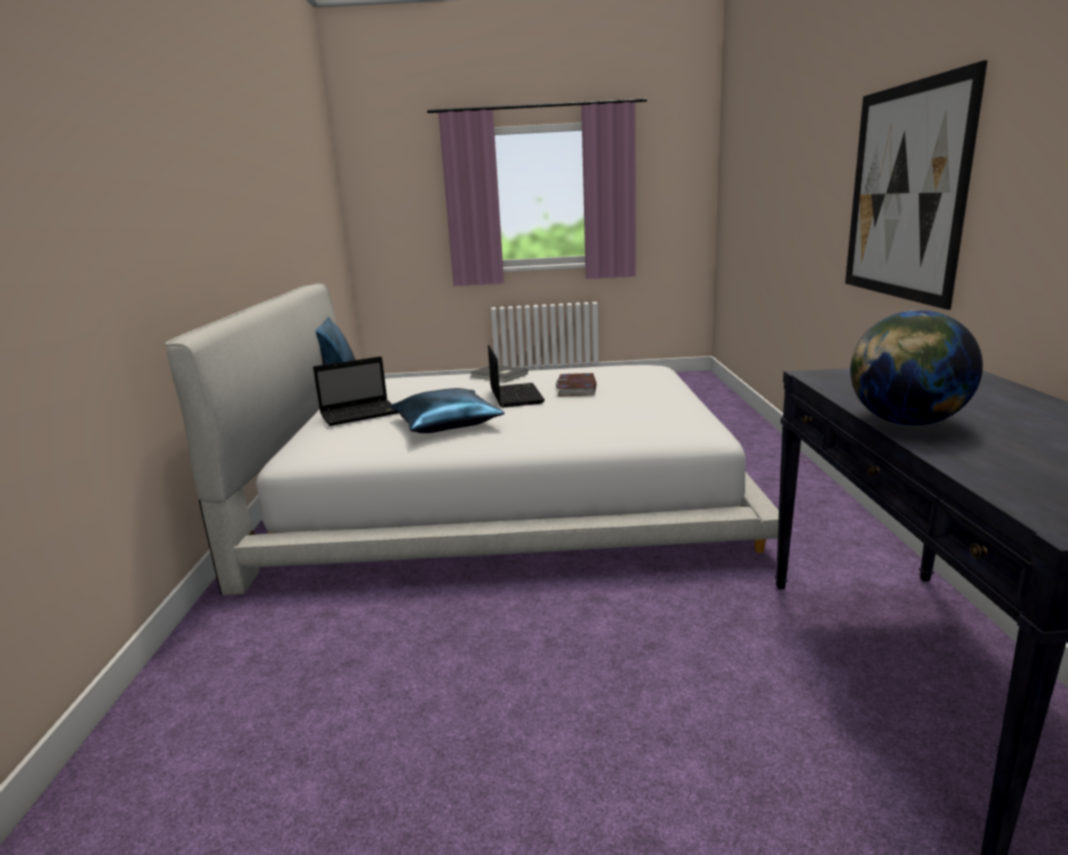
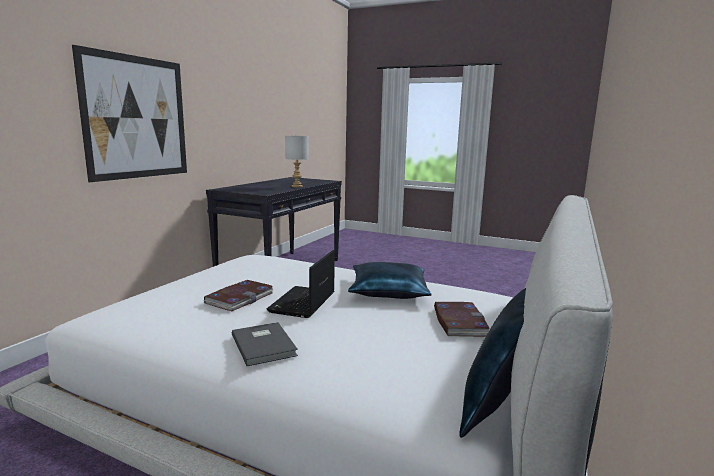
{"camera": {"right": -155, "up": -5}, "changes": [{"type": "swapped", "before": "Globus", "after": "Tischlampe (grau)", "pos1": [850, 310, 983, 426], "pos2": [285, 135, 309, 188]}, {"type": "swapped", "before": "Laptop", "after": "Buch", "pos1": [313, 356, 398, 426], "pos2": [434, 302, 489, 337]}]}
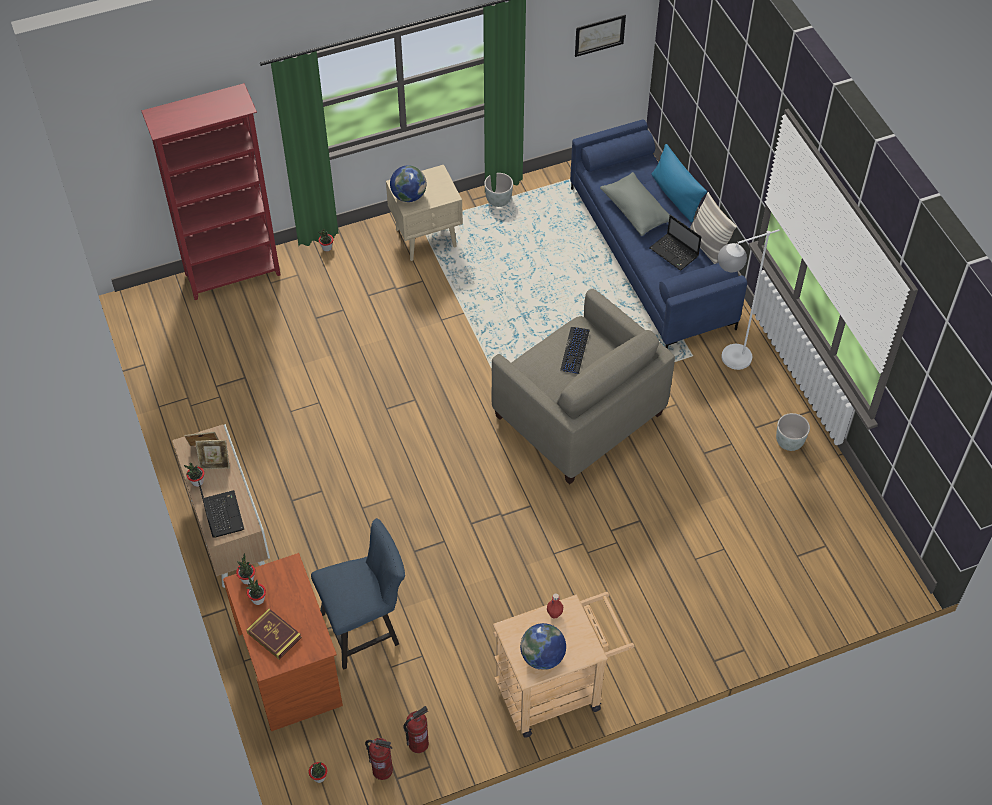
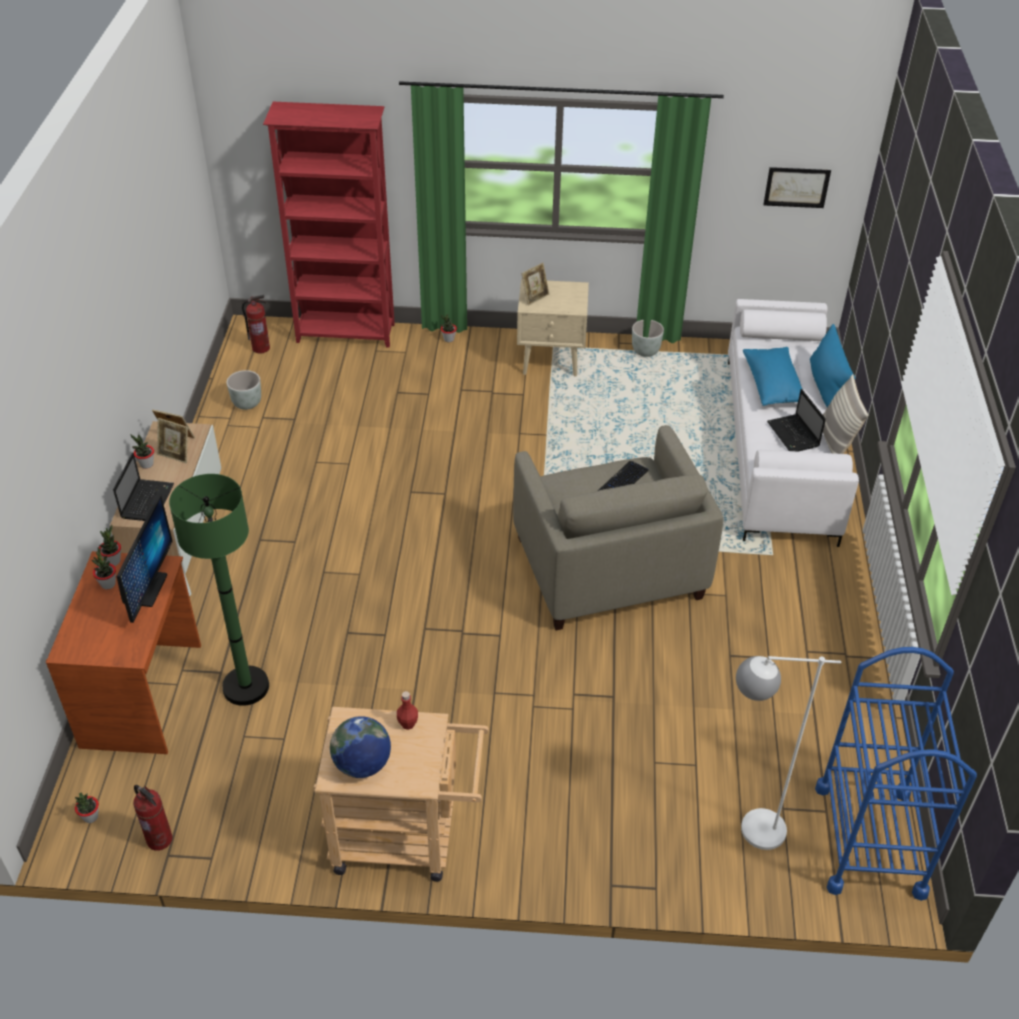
{"camera": {"right": 25, "up": -10}, "changes": [{"type": "repainted", "before": "Sofa (blau)", "after": "Sofa (weiß)", "pos1": [570, 119, 747, 349], "pos2": [728, 299, 859, 547]}, {"type": "swapped", "before": "Globus", "after": "Bilderrahmen", "pos1": [390, 165, 426, 202], "pos2": [521, 263, 549, 306]}, {"type": "repainted", "before": "Kissen (grau)", "after": "Kissen (blau)", "pos1": [600, 172, 670, 236], "pos2": [743, 347, 803, 406]}, {"type": "shifted", "before": "Stehlampe (weiß)", "pos1": [718, 229, 780, 370], "pos2": [736, 656, 841, 850]}, {"type": "shifted", "before": "Pflanzkübel (grau)", "pos1": [776, 413, 810, 451], "pos2": [226, 370, 261, 410]}, {"type": "swapped", "before": "Stuhl (blau)", "after": "Stehlampe (grün)", "pos1": [311, 518, 405, 670], "pos2": [169, 474, 269, 706]}, {"type": "gone", "before": "Buch", "pos1": [246, 609, 302, 659]}, {"type": "shifted", "before": "Feuerlöscher", "pos1": [404, 706, 429, 753], "pos2": [242, 295, 270, 354]}, {"type": "new", "after": "Monitor", "pos2": [117, 495, 173, 623]}, {"type": "new", "after": "Rollwagen (blau)", "pos2": [815, 647, 977, 901]}]}
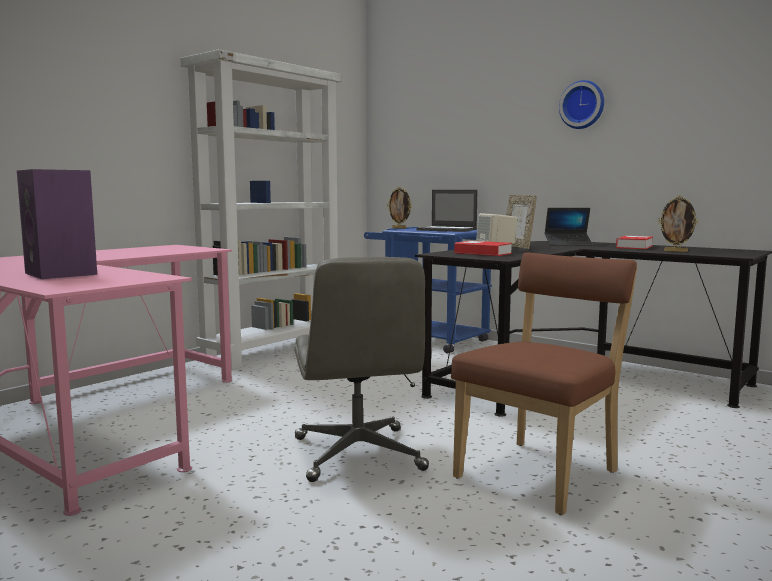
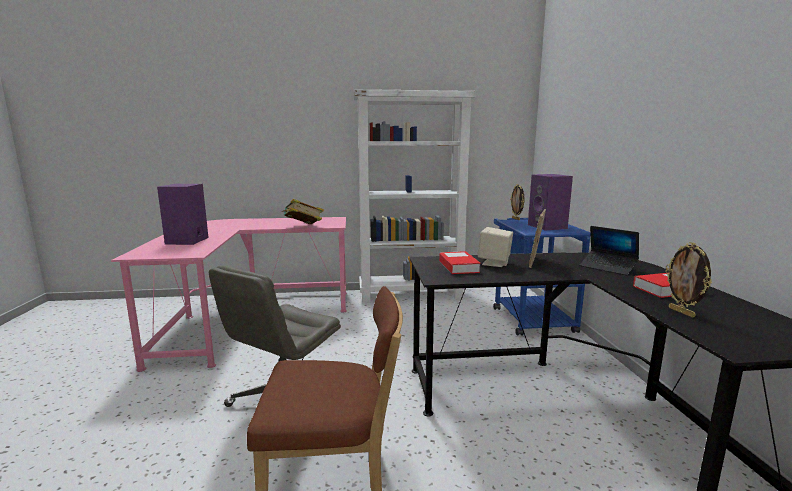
{"camera": {"right": 45, "up": 5}, "changes": [{"type": "gone", "before": "Wanduhr", "pos1": [559, 80, 604, 129]}, {"type": "swapped", "before": "Laptop", "after": "Lautsprecher (lila)", "pos1": [416, 190, 478, 232], "pos2": [528, 174, 573, 231]}, {"type": "new", "after": "Buch", "pos2": [282, 199, 324, 224]}]}
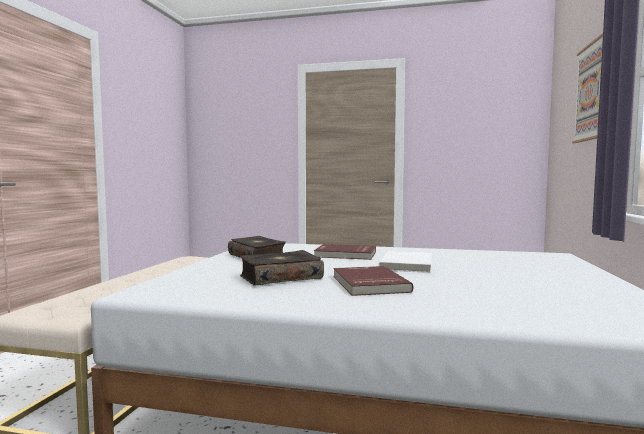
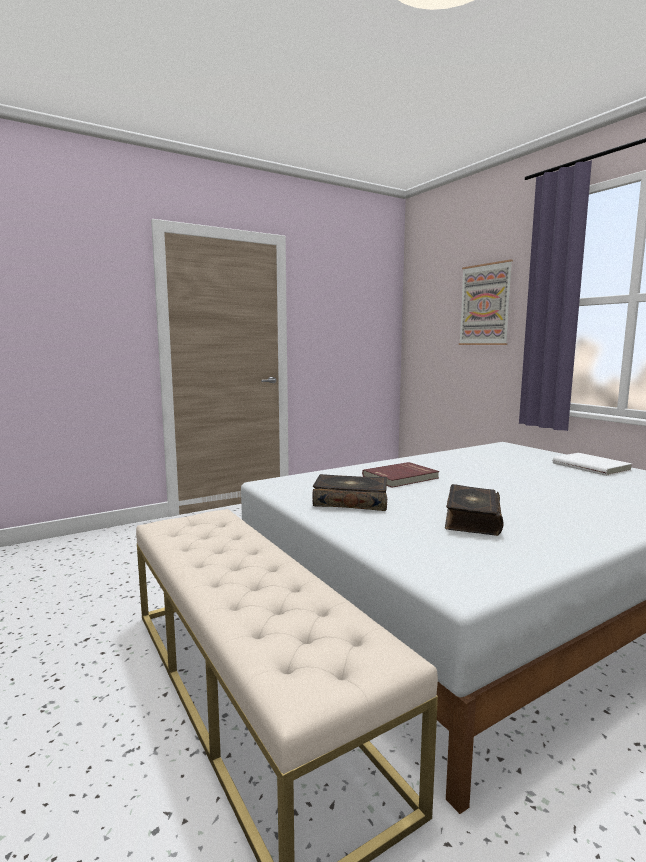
{"camera": {"right": -45, "up": 5}, "changes": [{"type": "shifted", "before": "Buch (weiß)", "pos1": [378, 251, 432, 273], "pos2": [553, 453, 632, 476]}, {"type": "gone", "before": "Buch (rot)", "pos1": [333, 266, 413, 296]}]}
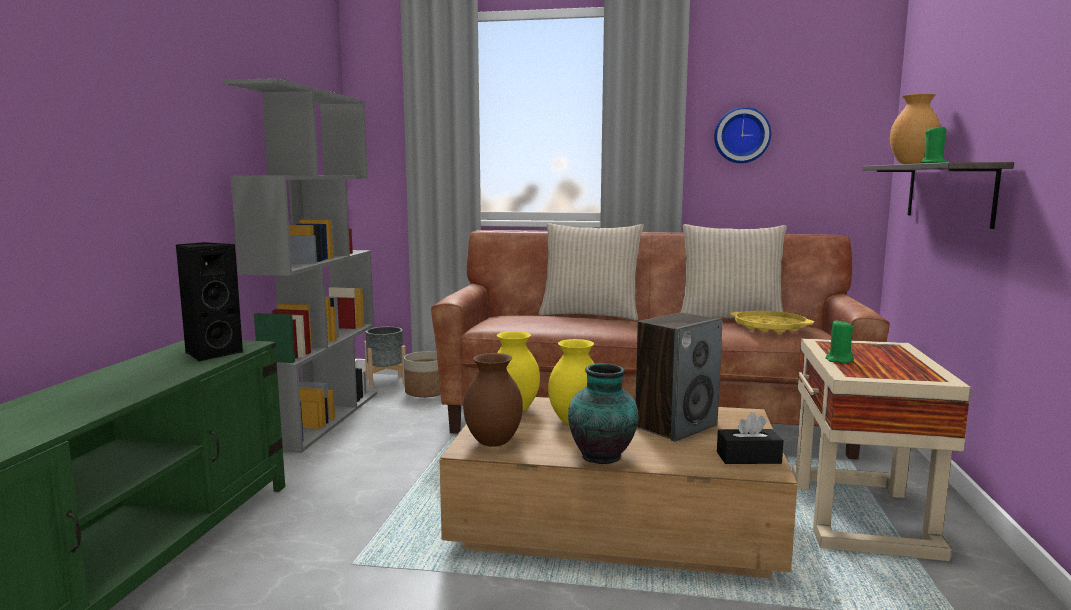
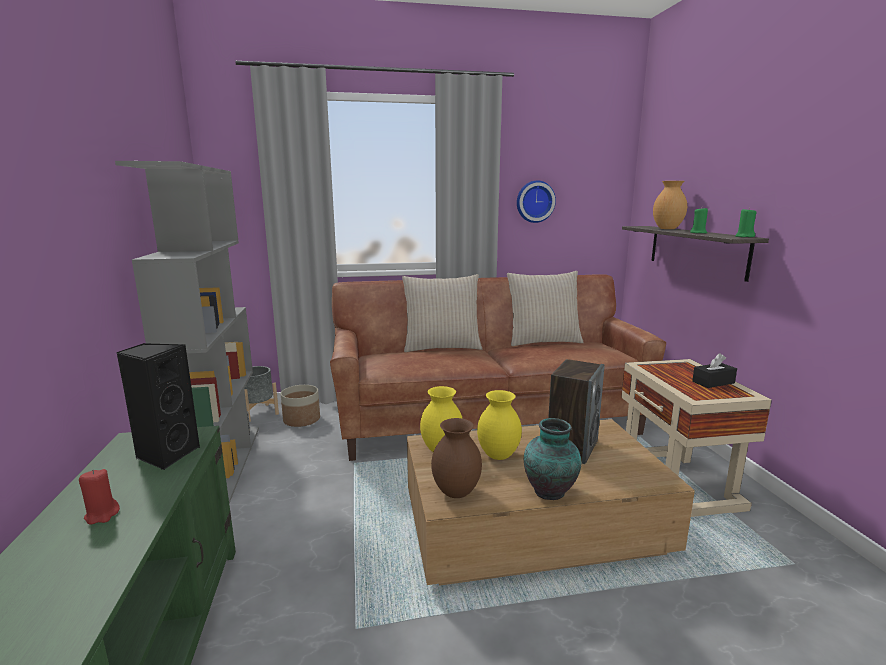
{"camera": {"right": -20, "up": 5}, "changes": [{"type": "gone", "before": "Tablett (gelb)", "pos1": [730, 311, 814, 334]}, {"type": "shifted", "before": "Kerze (grün)", "pos1": [826, 319, 854, 363], "pos2": [735, 208, 757, 237]}, {"type": "shifted", "before": "Taschentuchbox (schwarz)", "pos1": [717, 412, 784, 464], "pos2": [692, 353, 737, 388]}, {"type": "new", "after": "Kerze (rot)", "pos2": [79, 469, 120, 524]}]}
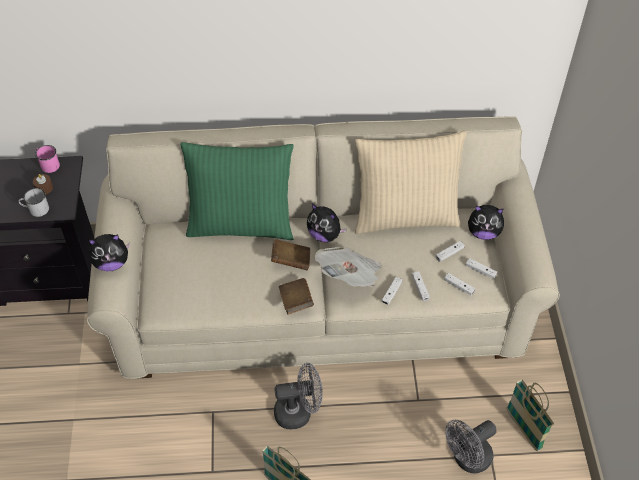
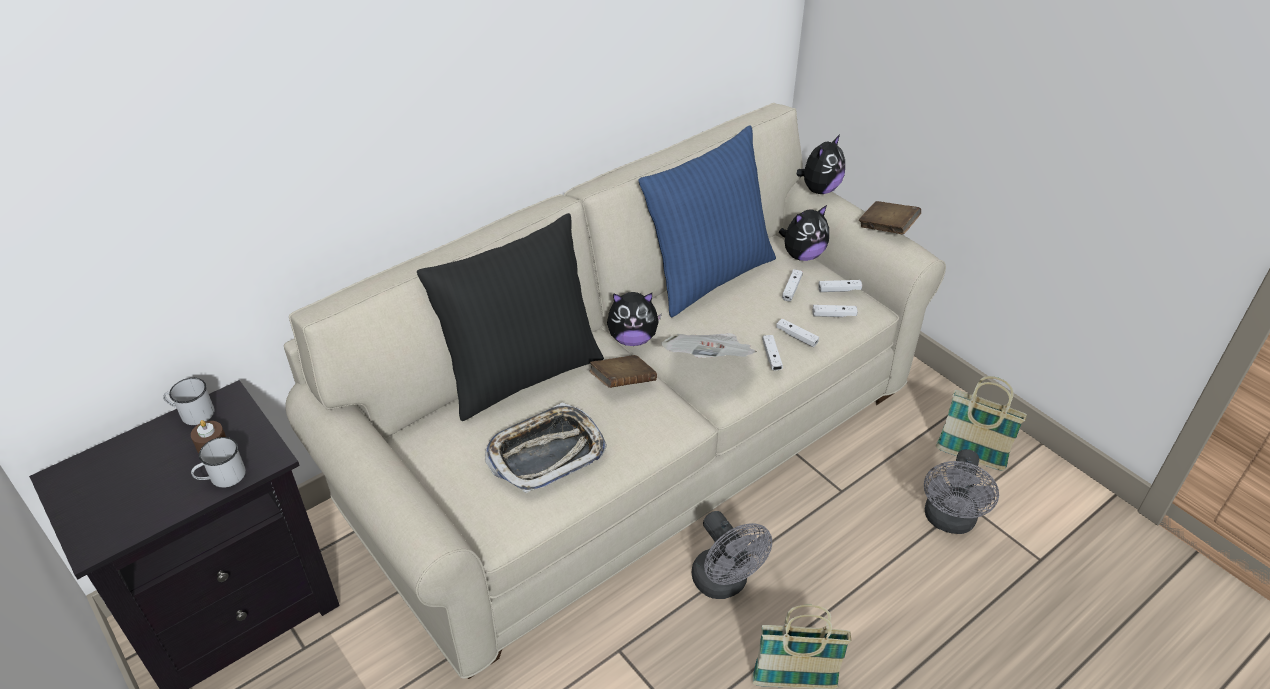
{"camera": {"right": -35, "up": -10}, "changes": [{"type": "repainted", "before": "Kissen (beige)", "after": "Kissen (blau)", "pos1": [355, 131, 467, 234], "pos2": [638, 125, 776, 317]}, {"type": "repainted", "before": "Kissen (grün)", "after": "Kissen (schwarz)", "pos1": [180, 142, 294, 240], "pos2": [417, 213, 604, 421]}, {"type": "repainted", "before": "Henkelbecher (rosa)", "after": "Henkelbecher (weiß)", "pos1": [35, 145, 60, 173], "pos2": [163, 378, 214, 425]}, {"type": "shifted", "before": "Plüschtier", "pos1": [89, 234, 130, 271], "pos2": [797, 134, 845, 194]}, {"type": "shifted", "before": "Buch (braun)", "pos1": [279, 278, 314, 315], "pos2": [859, 201, 921, 234]}, {"type": "rotated", "before": "Ventilator (grau)", "pos1": [274, 363, 322, 429], "pos2": [692, 511, 772, 599], "turn": 105}, {"type": "new", "after": "Tablett", "pos2": [485, 403, 607, 494]}]}
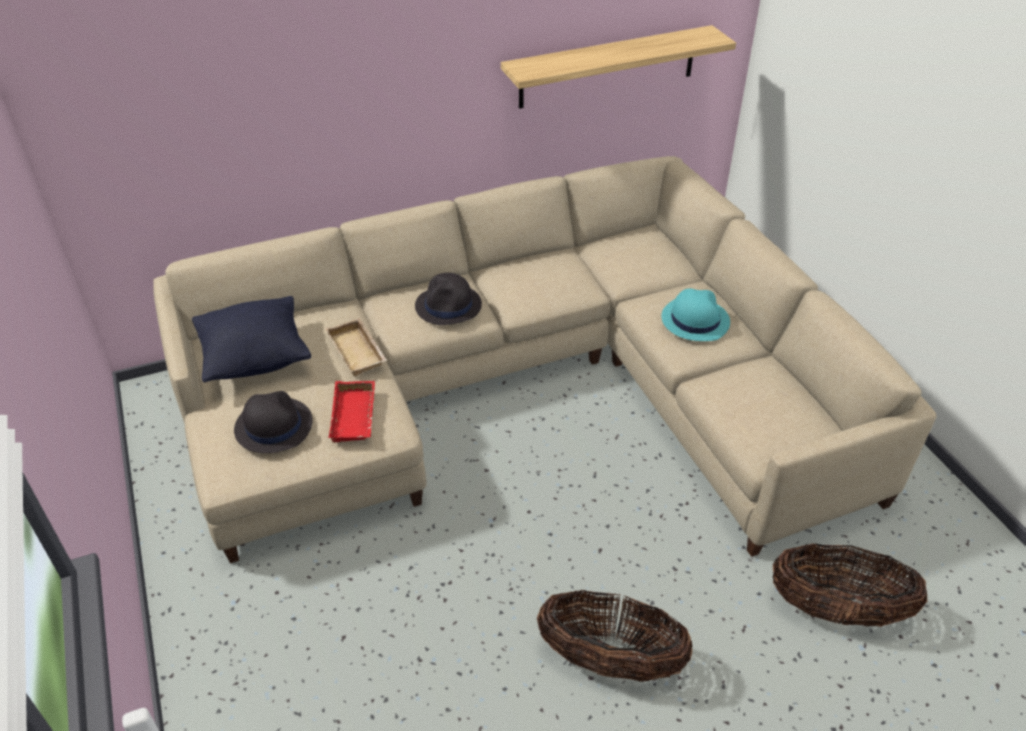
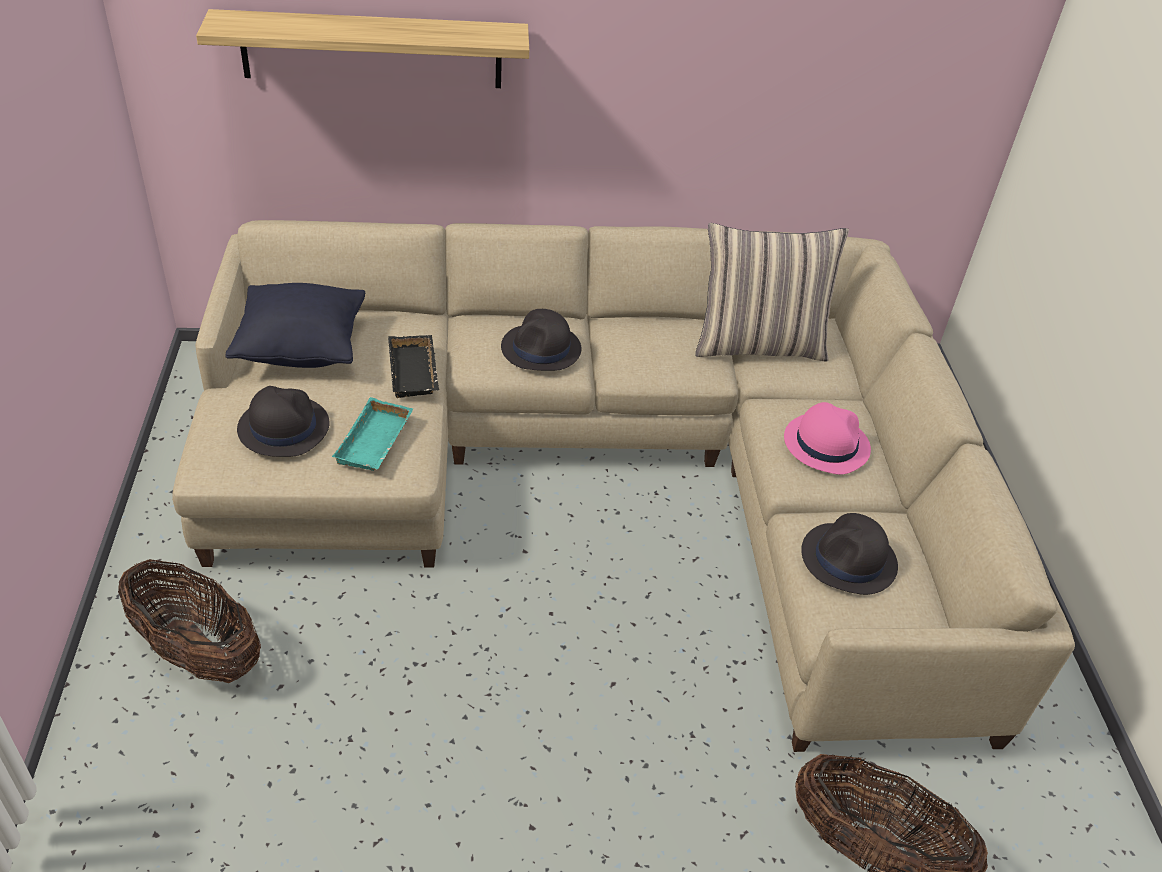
{"camera": {"right": 15, "up": 0}, "changes": [{"type": "shifted", "before": "Wandregal", "pos1": [501, 25, 736, 109], "pos2": [196, 9, 529, 88]}, {"type": "repainted", "before": "Hut (türkis)", "after": "Hut (rosa)", "pos1": [661, 288, 730, 341], "pos2": [784, 402, 871, 475]}, {"type": "repainted", "before": "Tablett (beige)", "after": "Tablett (schwarz)", "pos1": [325, 318, 387, 376], "pos2": [388, 335, 439, 398]}, {"type": "repainted", "before": "Tablett (rot)", "after": "Tablett (türkis)", "pos1": [329, 381, 375, 443], "pos2": [332, 397, 413, 471]}, {"type": "shifted", "before": "Korb", "pos1": [537, 590, 692, 682], "pos2": [118, 559, 261, 683]}, {"type": "new", "after": "Kissen", "pos2": [695, 223, 849, 362]}, {"type": "new", "after": "Hut (schwarz)", "pos2": [801, 513, 898, 595]}]}
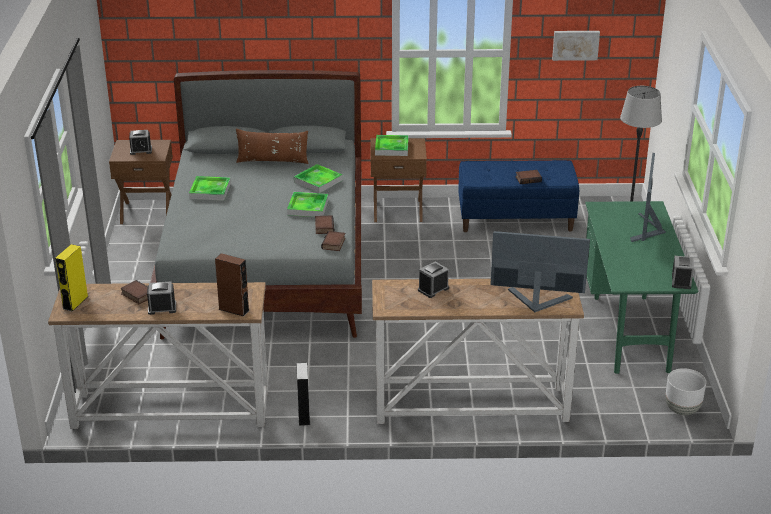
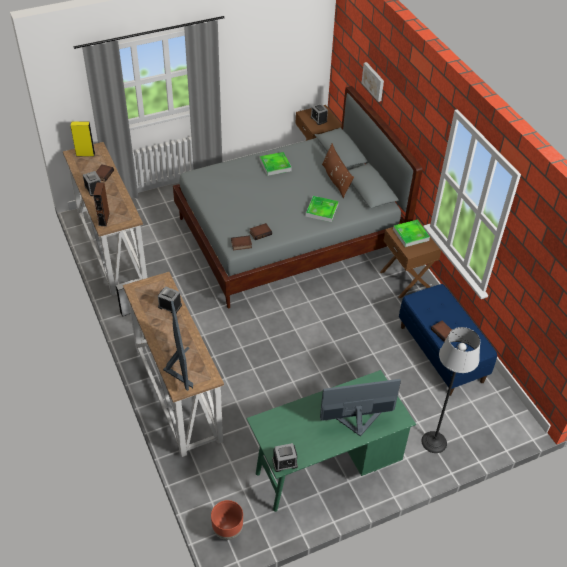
{"camera": {"right": 65, "up": 15}, "changes": [{"type": "shifted", "before": "Bild", "pos1": [552, 31, 600, 61], "pos2": [362, 62, 384, 102]}, {"type": "gone", "before": "Tablett", "pos1": [287, 192, 328, 217]}, {"type": "repainted", "before": "Pflanzkübel (weiß)", "after": "Pflanzkübel (braun)", "pos1": [665, 368, 706, 415], "pos2": [211, 500, 243, 540]}]}
